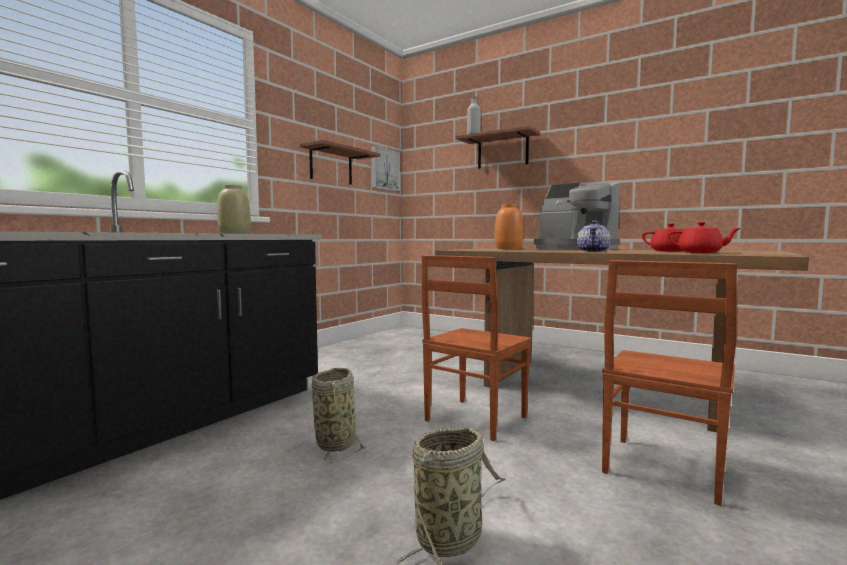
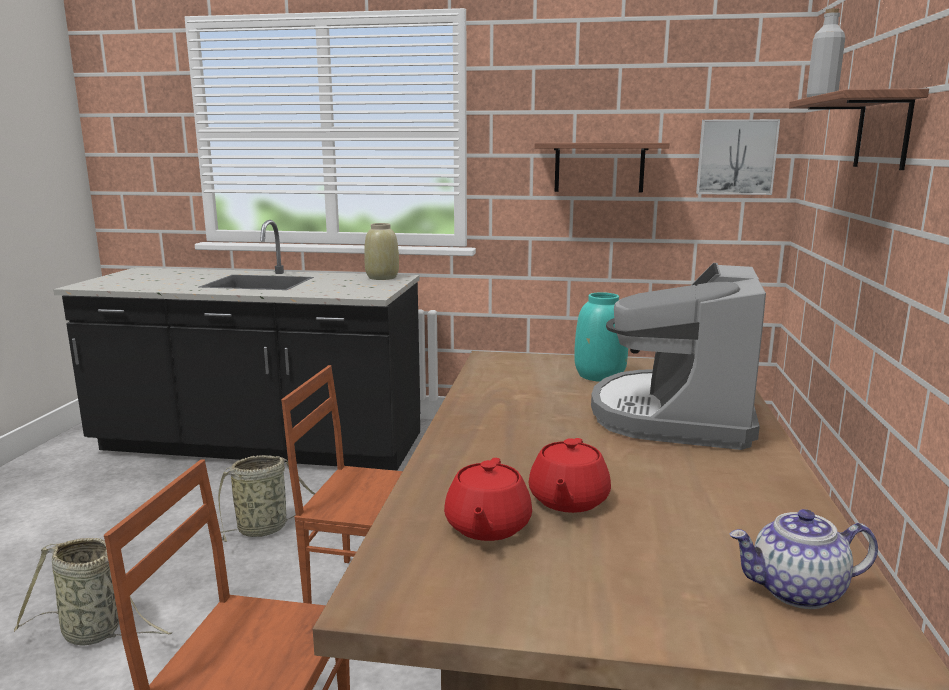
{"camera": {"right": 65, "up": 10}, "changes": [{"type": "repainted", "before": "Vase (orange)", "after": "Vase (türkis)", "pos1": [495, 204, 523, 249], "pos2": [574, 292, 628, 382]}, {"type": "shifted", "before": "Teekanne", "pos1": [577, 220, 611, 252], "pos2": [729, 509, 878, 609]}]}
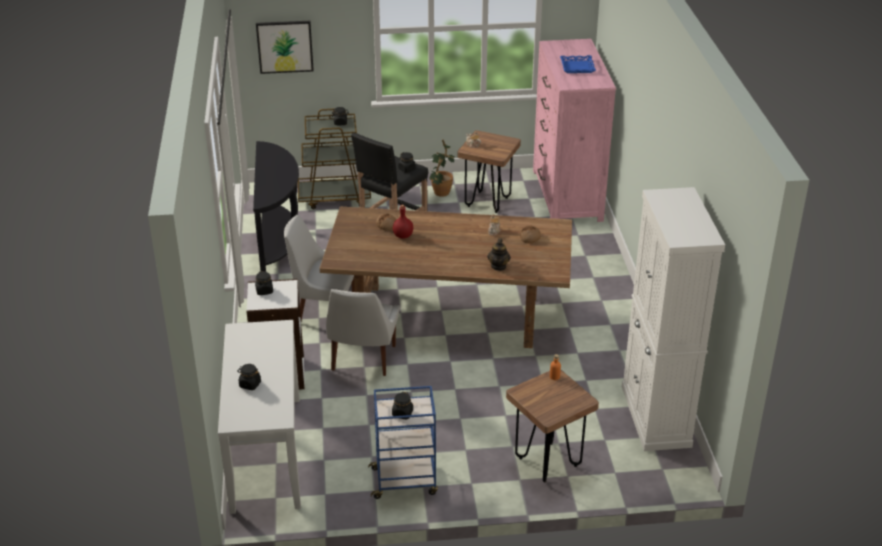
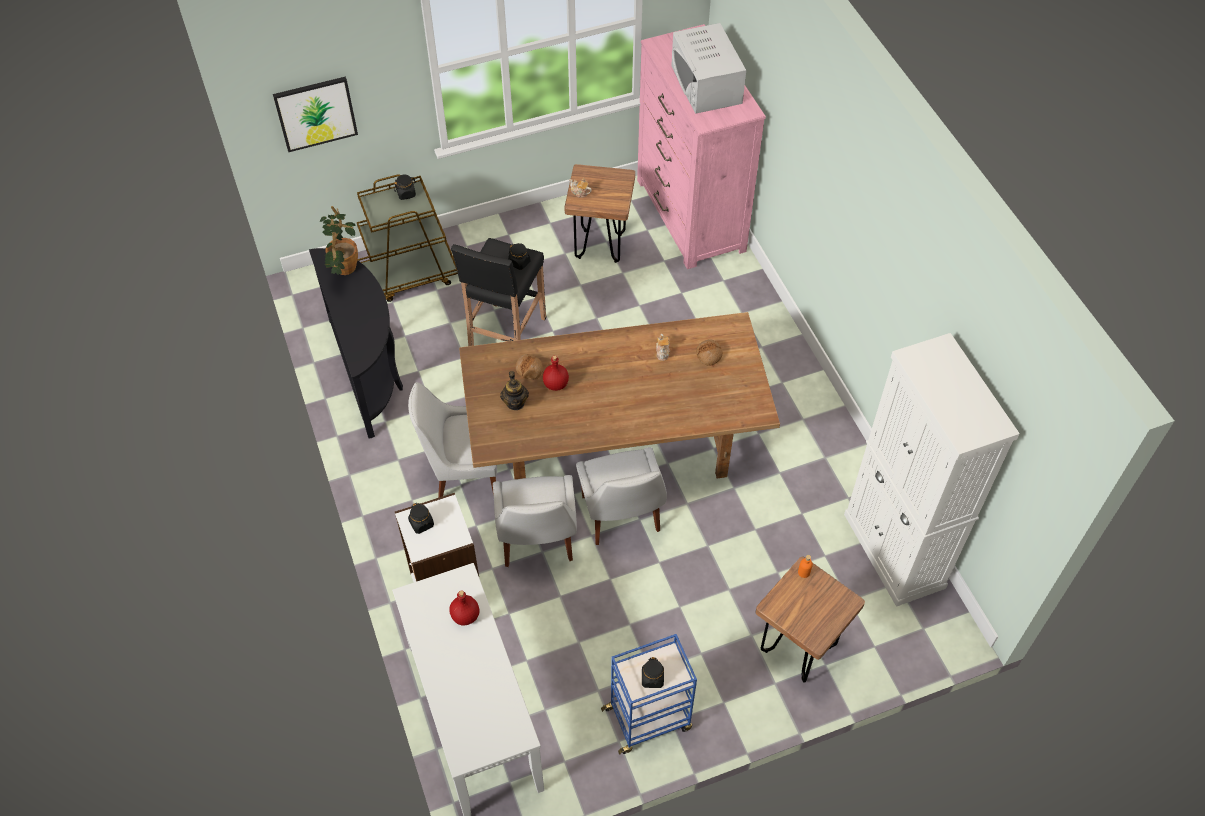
{"camera": {"right": -15, "up": 20}, "changes": [{"type": "swapped", "before": "Tablett (blau)", "after": "Mikrowelle (weiß)", "pos1": [560, 55, 596, 73], "pos2": [671, 23, 746, 113]}, {"type": "shifted", "before": "Topfpflanze", "pos1": [429, 139, 454, 197], "pos2": [320, 206, 358, 275]}, {"type": "shifted", "before": "Teekanne", "pos1": [487, 238, 511, 271], "pos2": [500, 371, 529, 410]}, {"type": "gone", "before": "Vorratsglas (schwarz)", "pos1": [237, 364, 261, 390]}, {"type": "new", "after": "Stuhl (weiß)", "pos2": [576, 447, 667, 545]}, {"type": "new", "after": "Flasche (rot)", "pos2": [449, 590, 479, 626]}]}
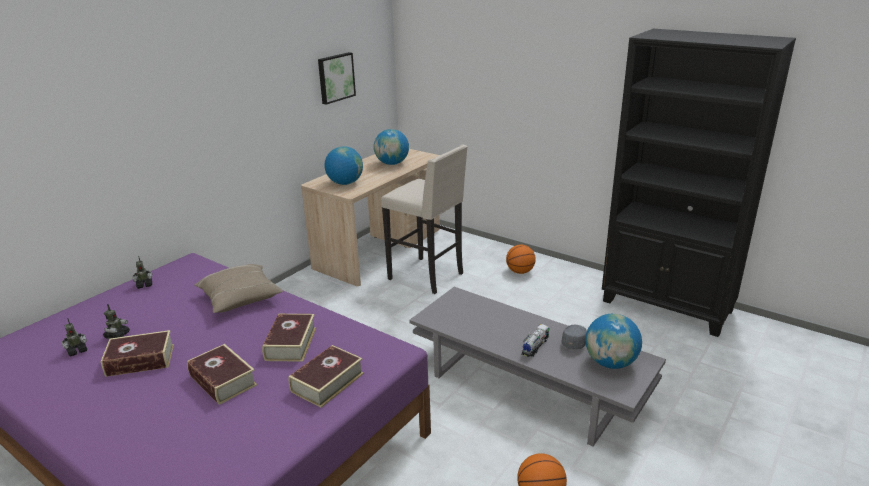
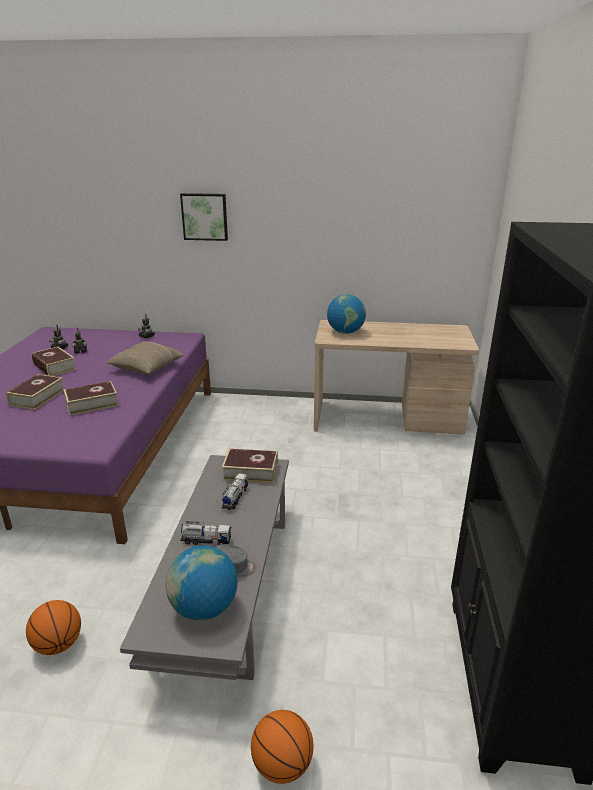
{"camera": {"right": 60, "up": 0}, "changes": [{"type": "shifted", "before": "Bild", "pos1": [318, 52, 356, 105], "pos2": [180, 193, 228, 241]}, {"type": "gone", "before": "Globus", "pos1": [374, 129, 409, 165]}, {"type": "gone", "before": "Hocker (beige)", "pos1": [381, 145, 468, 294]}, {"type": "shifted", "before": "Basketball", "pos1": [506, 245, 536, 274], "pos2": [251, 710, 313, 784]}, {"type": "shifted", "before": "Buch", "pos1": [288, 345, 364, 408], "pos2": [222, 449, 278, 483]}, {"type": "new", "after": "Spielzeuglaster", "pos2": [222, 473, 248, 510]}]}
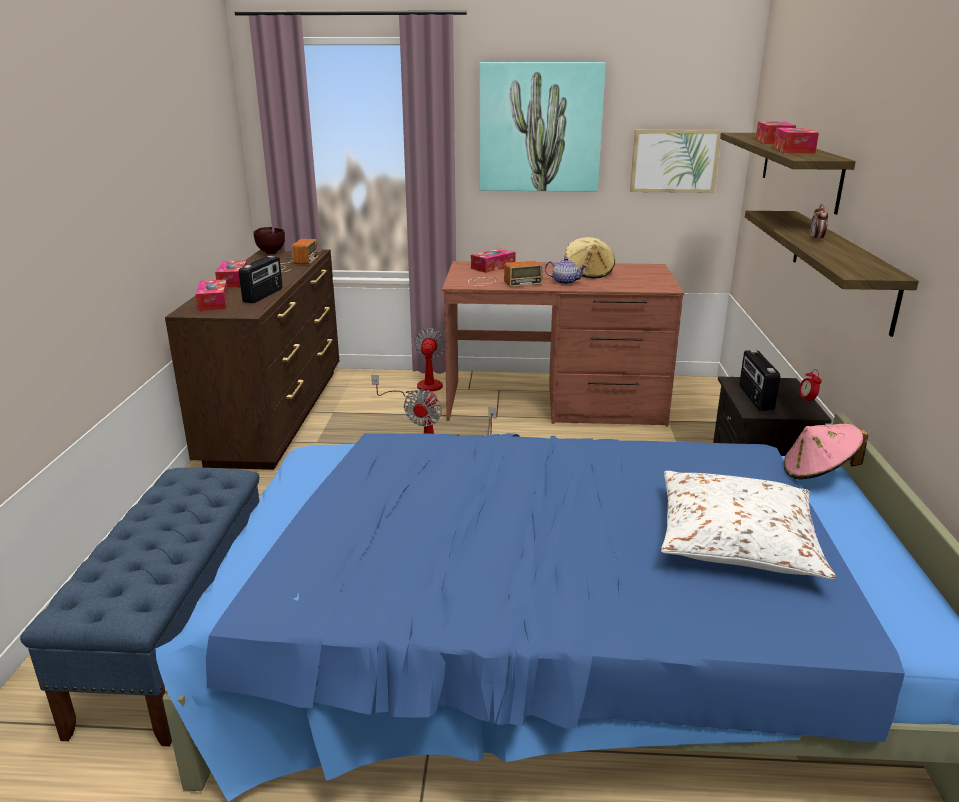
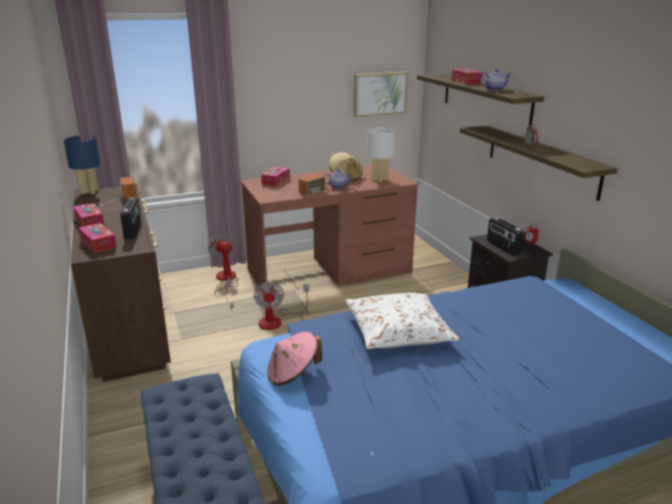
{"camera": {"right": -25, "up": 0}, "changes": [{"type": "gone", "before": "Bild", "pos1": [480, 62, 606, 192]}, {"type": "swapped", "before": "Taschentuchbox", "after": "Teekanne", "pos1": [774, 128, 819, 154], "pos2": [481, 69, 512, 91]}, {"type": "swapped", "before": "Schüssel (braun)", "after": "Tischlampe (blau)", "pos1": [254, 227, 285, 254], "pos2": [64, 136, 100, 195]}, {"type": "rotated", "before": "Ventilator", "pos1": [371, 328, 445, 397], "pos2": [208, 233, 239, 295], "turn": -45}, {"type": "shifted", "before": "Hut (rosa)", "pos1": [784, 424, 868, 480], "pos2": [267, 332, 322, 386]}, {"type": "shifted", "before": "Kissen (weiß)", "pos1": [661, 471, 835, 579], "pos2": [345, 293, 460, 349]}, {"type": "new", "after": "Tischlampe (weiß)", "pos2": [367, 128, 395, 182]}]}
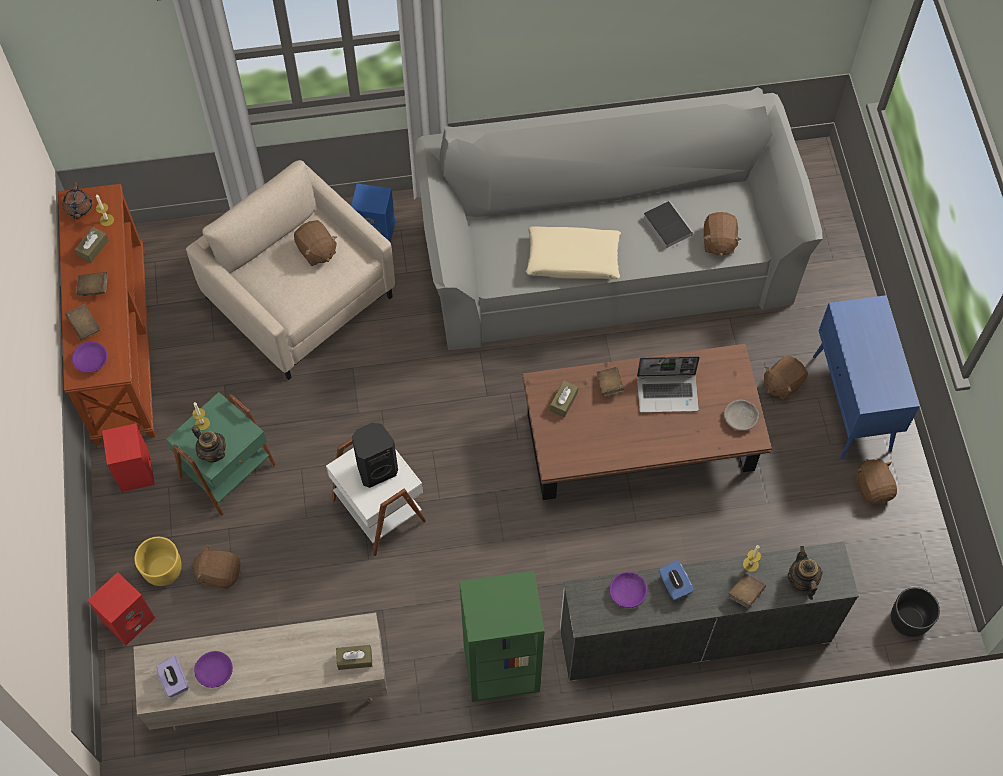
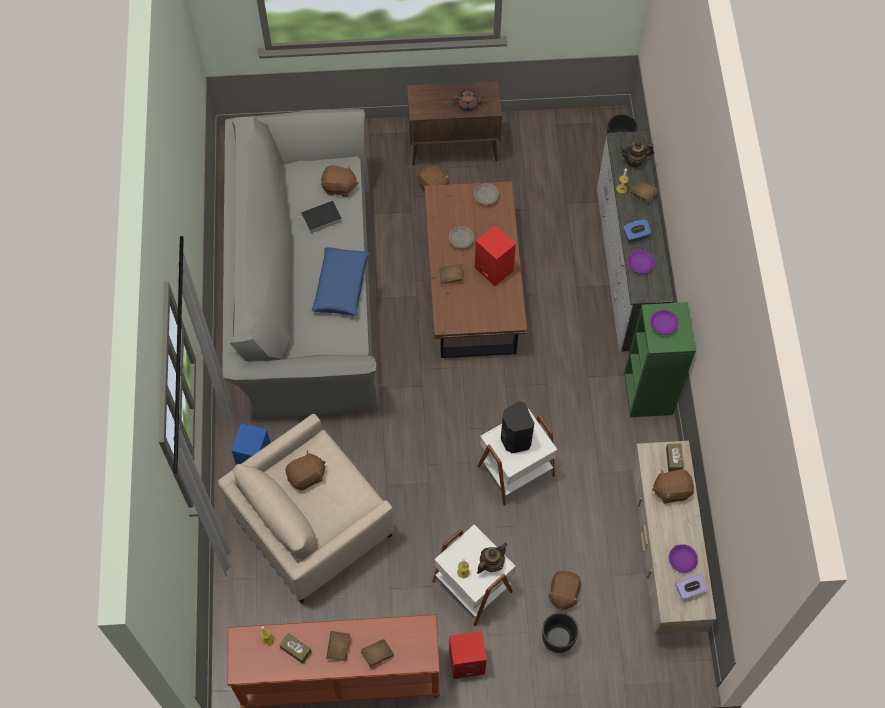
{"camera": {"right": -85, "up": 0}, "changes": [{"type": "shifted", "before": "Teekanne (braun)", "pos1": [63, 182, 92, 219], "pos2": [452, 90, 487, 111]}, {"type": "repainted", "before": "Kissen (beige)", "after": "Kissen (blau)", "pos1": [526, 226, 621, 279], "pos2": [312, 247, 369, 316]}, {"type": "repainted", "before": "Schrank (blau)", "after": "Schrank (braun)", "pos1": [813, 295, 920, 459], "pos2": [407, 81, 502, 165]}, {"type": "shifted", "before": "Schüssel (lila)", "pos1": [72, 341, 107, 373], "pos2": [650, 310, 679, 335]}, {"type": "swapped", "before": "Laptop", "after": "Schüssel (grau)", "pos1": [637, 356, 700, 413], "pos2": [449, 226, 474, 249]}, {"type": "gone", "before": "Taschentuchbox (braun)", "pos1": [550, 380, 578, 417]}, {"type": "repainted", "before": "Beistelltisch (grün)", "after": "Beistelltisch (weiß)", "pos1": [166, 392, 276, 516], "pos2": [432, 524, 516, 626]}, {"type": "shifted", "before": "Plüschtier (braun)", "pos1": [855, 459, 897, 504], "pos2": [652, 470, 694, 504]}, {"type": "repainted", "before": "Pflanzkübel (gelb)", "after": "Pflanzkübel (schwarz)", "pos1": [134, 537, 182, 586], "pos2": [542, 613, 578, 653]}, {"type": "shifted", "before": "Lautsprecher (rot)", "pos1": [87, 572, 155, 646], "pos2": [475, 225, 516, 286]}]}
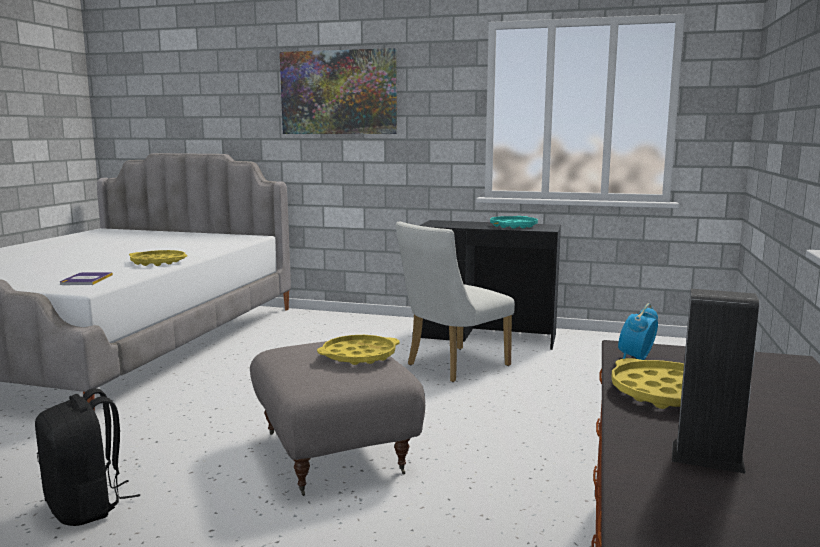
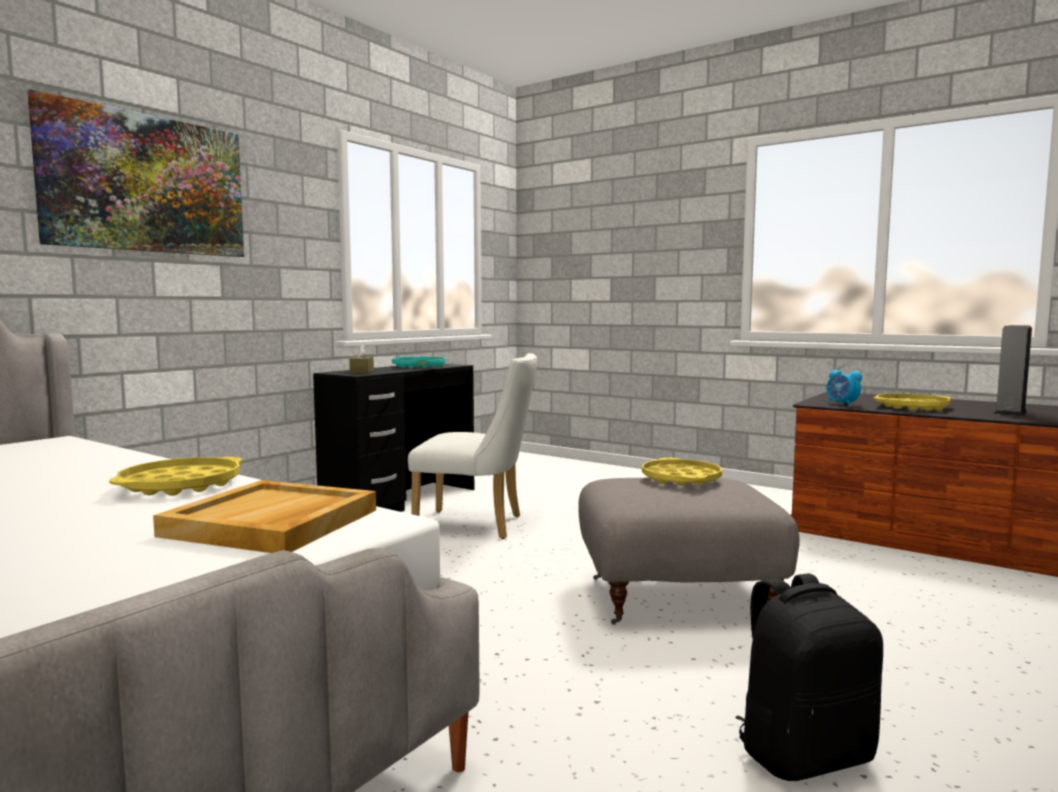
{"camera": {"right": -70, "up": -5}, "changes": [{"type": "rotated", "before": "Stuhl (weiß)", "pos1": [396, 221, 515, 382], "pos2": [408, 353, 537, 539], "turn": -60}, {"type": "swapped", "before": "Buch", "after": "Tablett (beige)", "pos1": [60, 272, 113, 285], "pos2": [153, 480, 376, 553]}, {"type": "new", "after": "Taschentuchbox (braun)", "pos2": [349, 343, 374, 374]}]}
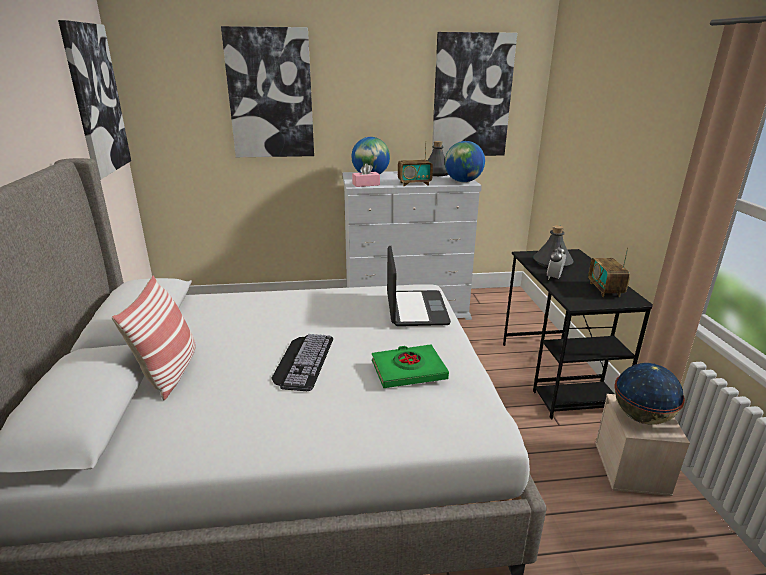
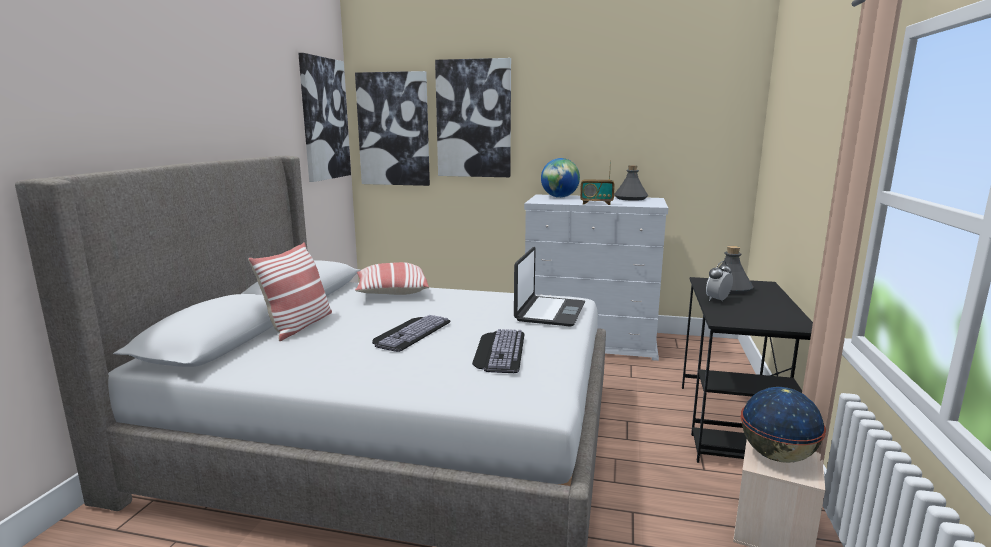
{"camera": {"right": 20, "up": -10}, "changes": [{"type": "shifted", "before": "Bild", "pos1": [432, 32, 517, 156], "pos2": [355, 71, 430, 186]}, {"type": "gone", "before": "Globus", "pos1": [445, 141, 485, 182]}, {"type": "gone", "before": "Taschentuchbox (rosa)", "pos1": [352, 163, 380, 187]}, {"type": "gone", "before": "Radio", "pos1": [588, 247, 630, 297]}, {"type": "swapped", "before": "Buch (grün)", "after": "Tastatur", "pos1": [372, 344, 449, 388], "pos2": [472, 329, 525, 373]}, {"type": "new", "after": "Kissen", "pos2": [355, 262, 429, 295]}]}
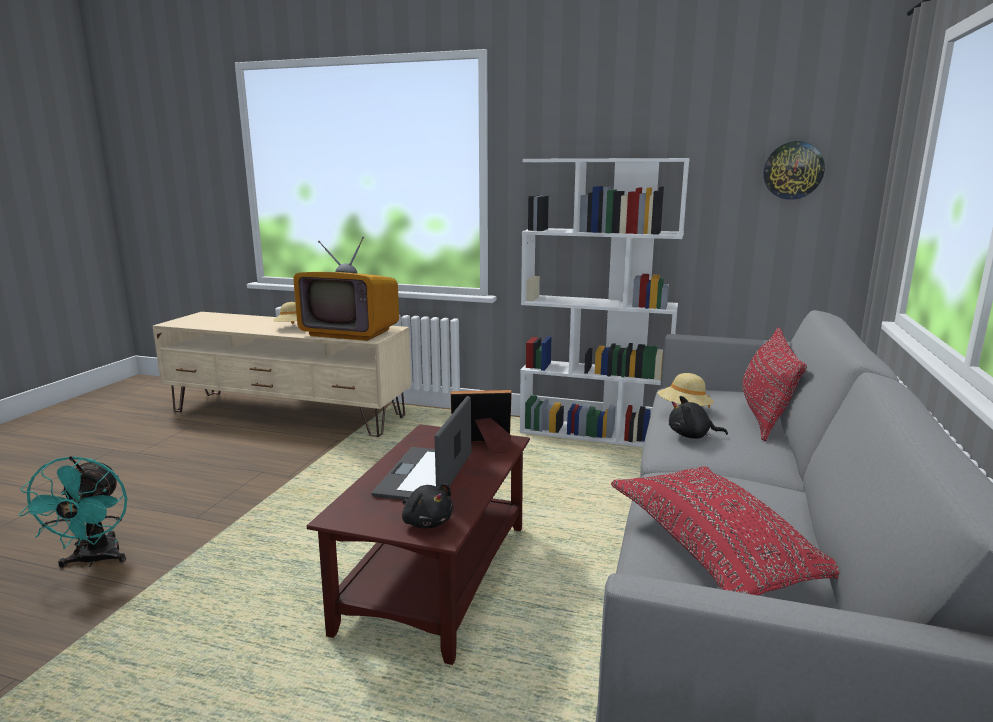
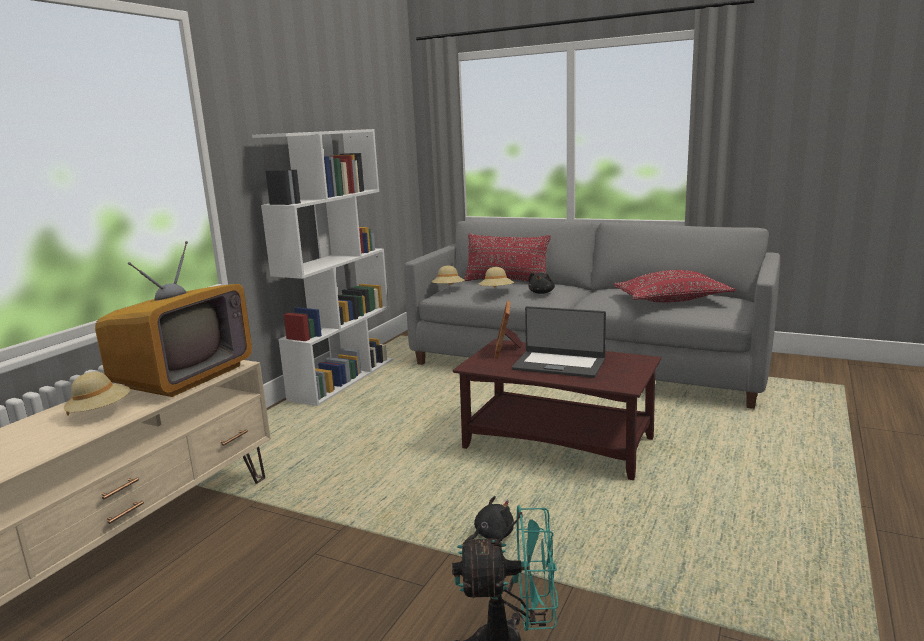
{"camera": {"right": -80, "up": 0}, "changes": [{"type": "gone", "before": "Wanduhr", "pos1": [763, 141, 825, 200]}, {"type": "shifted", "before": "Plüschtier (schwarz)", "pos1": [402, 484, 453, 528], "pos2": [465, 496, 514, 541]}, {"type": "new", "after": "Hut (beige)", "pos2": [431, 266, 464, 285]}]}
